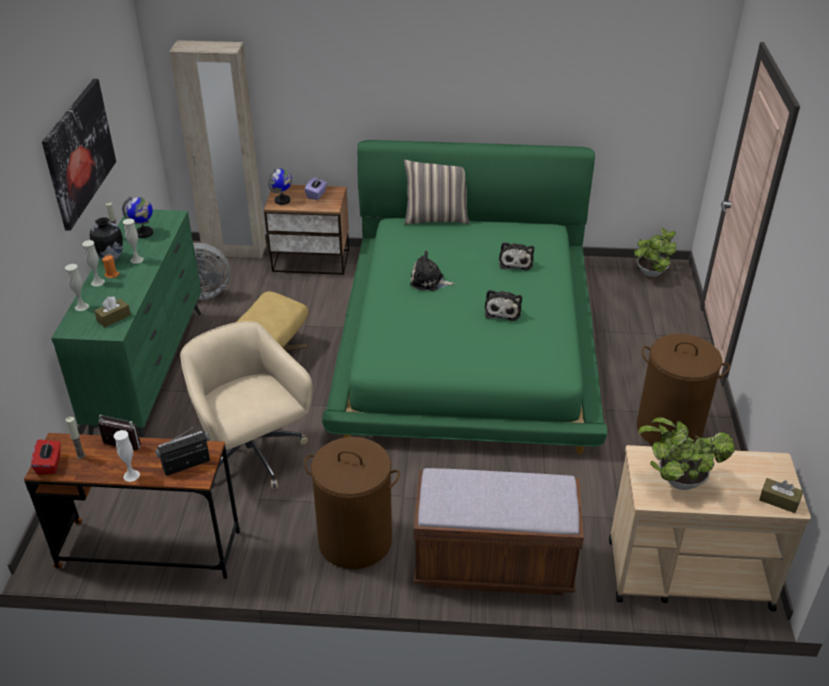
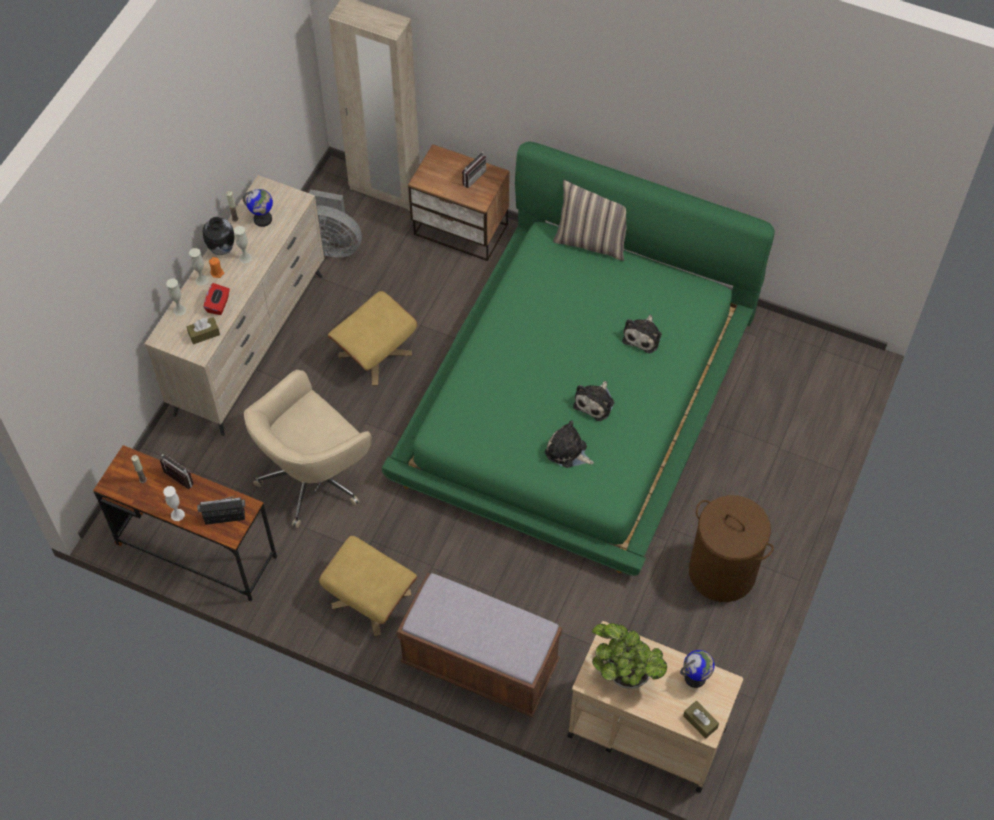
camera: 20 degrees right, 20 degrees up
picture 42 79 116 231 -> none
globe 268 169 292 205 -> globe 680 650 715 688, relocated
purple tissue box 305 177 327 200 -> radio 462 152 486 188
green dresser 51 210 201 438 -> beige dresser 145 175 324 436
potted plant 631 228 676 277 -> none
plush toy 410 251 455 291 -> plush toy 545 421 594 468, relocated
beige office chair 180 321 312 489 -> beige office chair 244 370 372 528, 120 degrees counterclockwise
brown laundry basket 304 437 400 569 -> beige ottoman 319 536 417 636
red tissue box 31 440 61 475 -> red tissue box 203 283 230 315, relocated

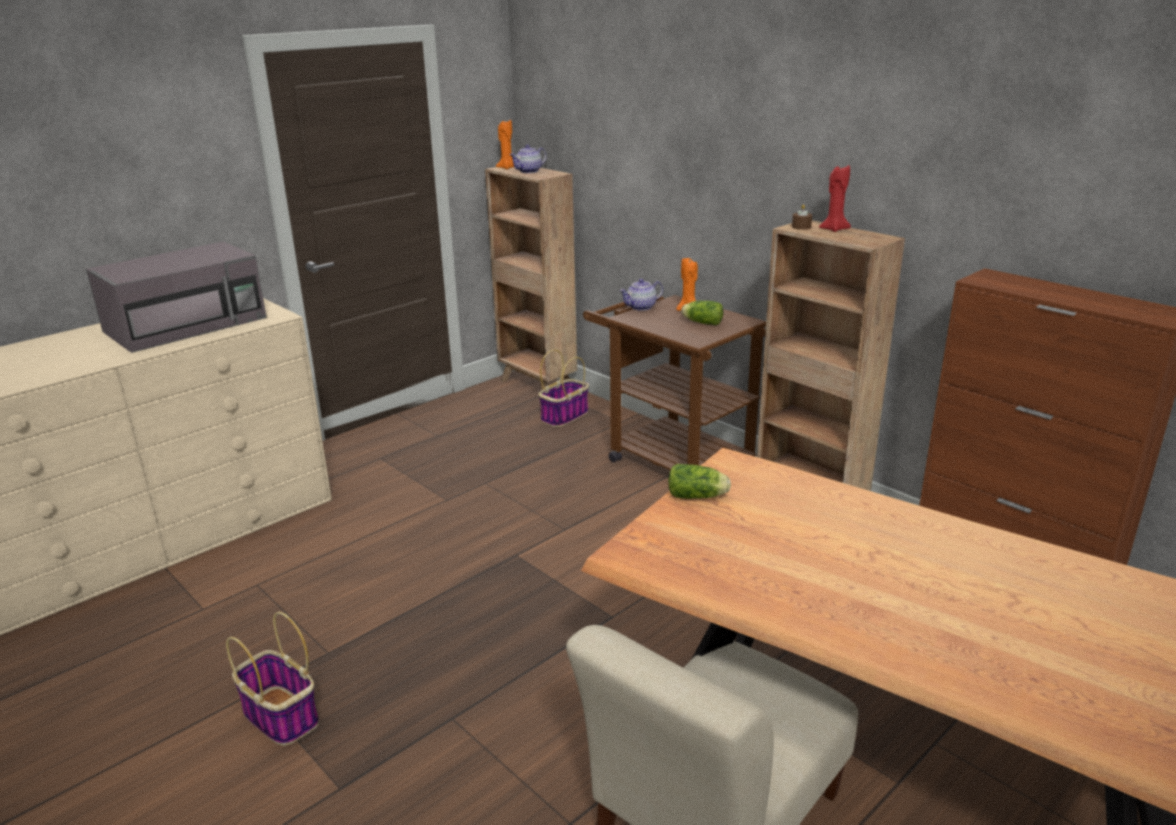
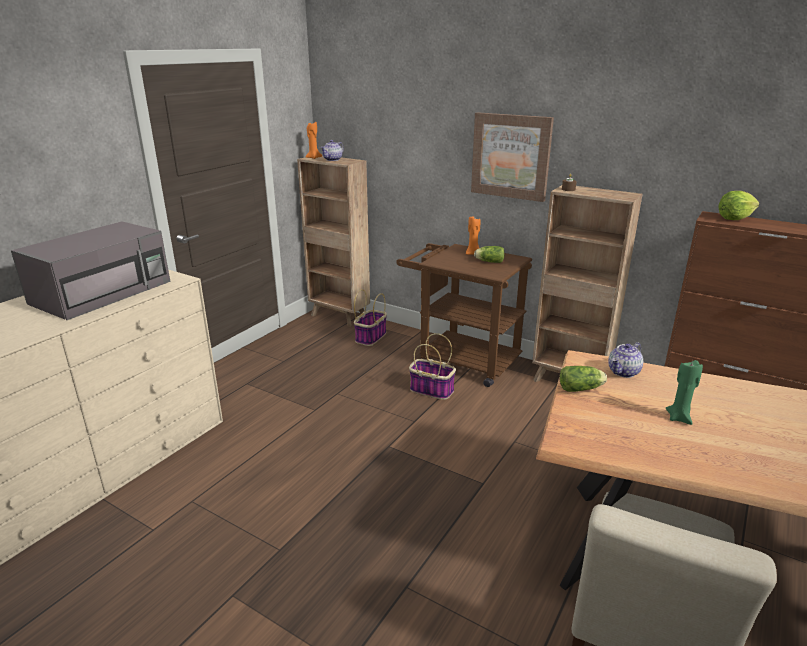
camera: 15 degrees left, 0 degrees up
red candle 819 165 851 232 -> none
teapot 619 279 663 311 -> teapot 608 342 643 378, relocated
basket 226 612 319 746 -> basket 409 333 456 400, relocated
none -> picture 471 112 554 202
none -> lettuce 718 191 759 220
none -> green candle 666 360 703 425

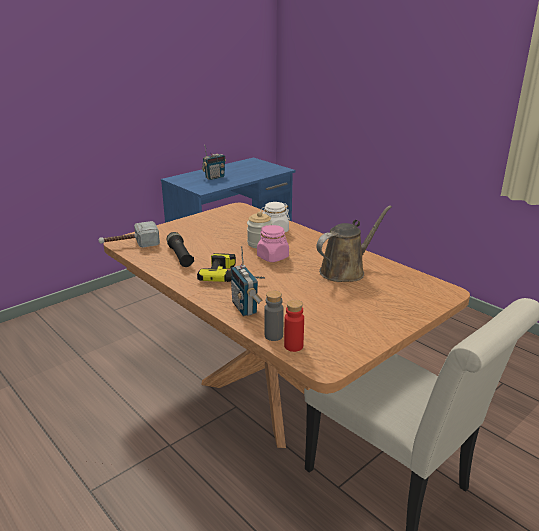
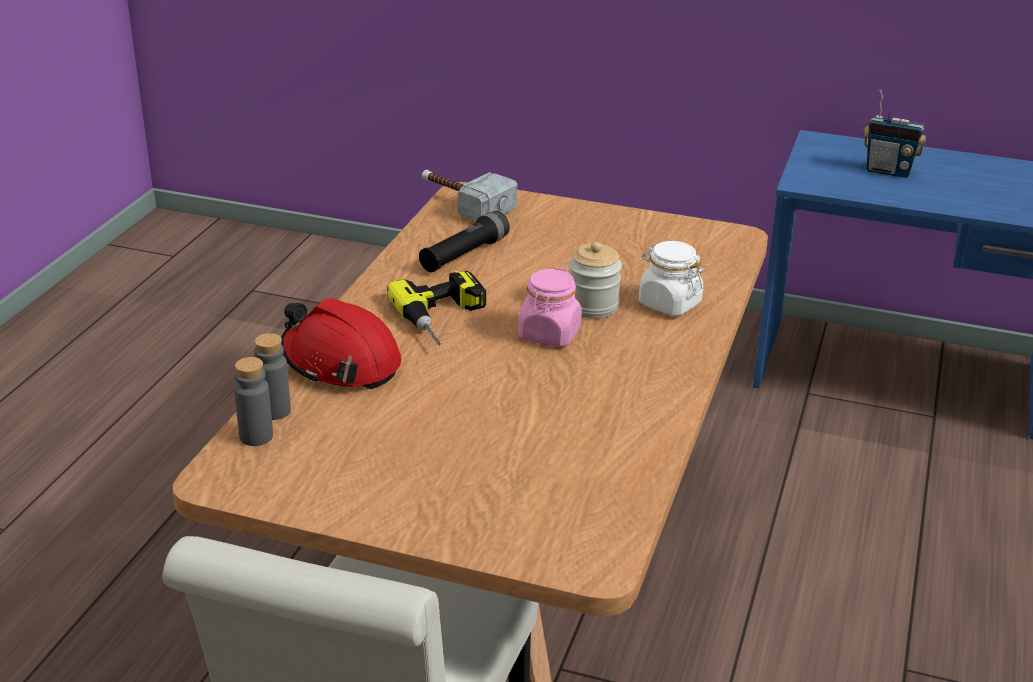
camera: 60 degrees right, 5 degrees up
brown watering can 316 205 392 282 -> none
radio 231 246 263 316 -> red hard hat 281 298 401 389
red bottle 284 300 304 352 -> grey bottle 234 357 273 446

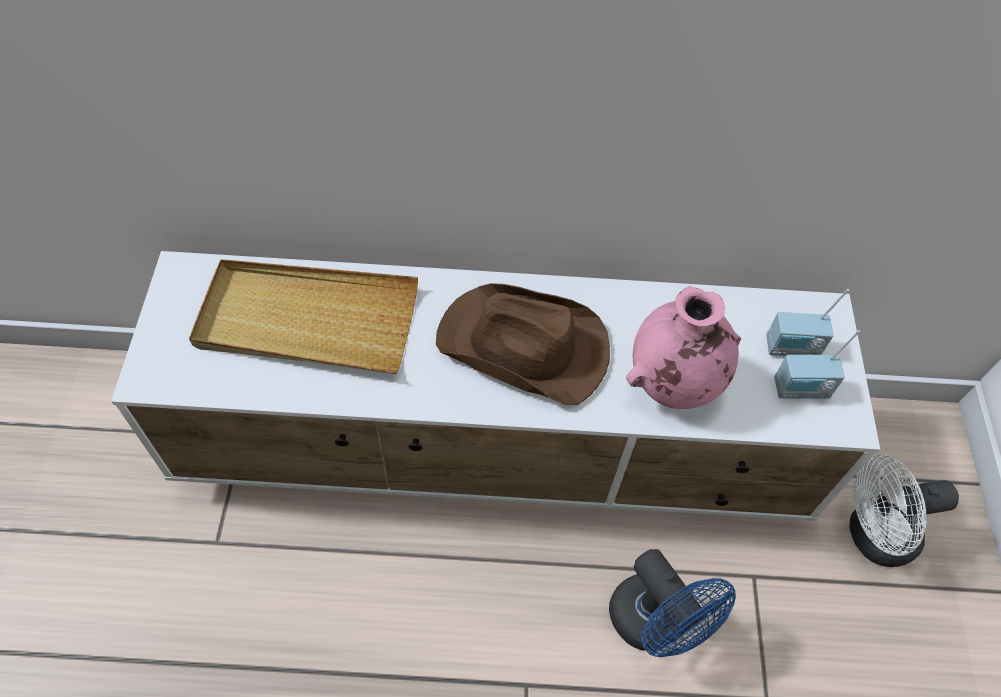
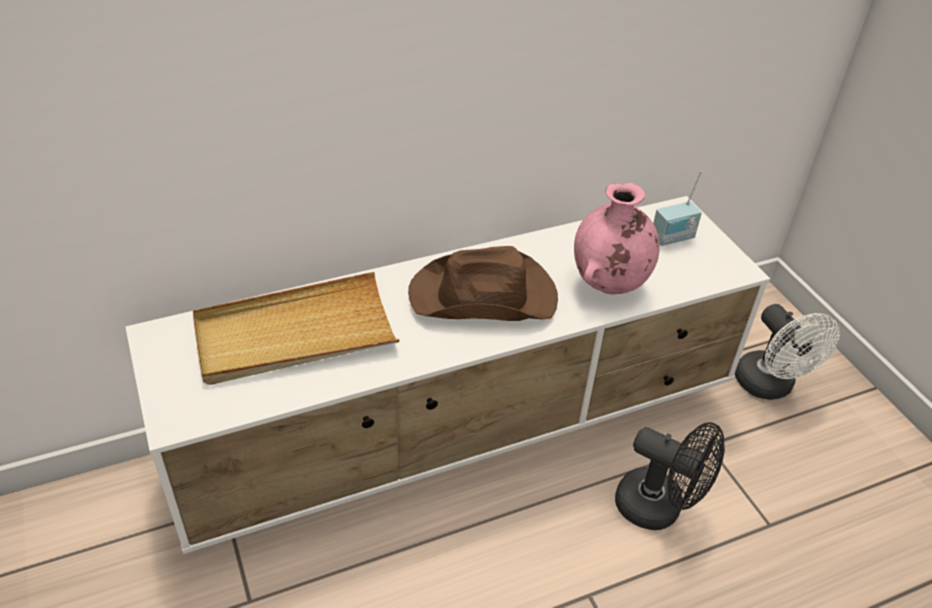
camera: 25 degrees left, 15 degrees down
radio 774 330 860 399 -> none
white fan 850 455 959 567 -> white fan 735 304 840 400, 75 degrees counterclockwise
blue fan 609 549 736 657 -> black fan 615 422 725 530

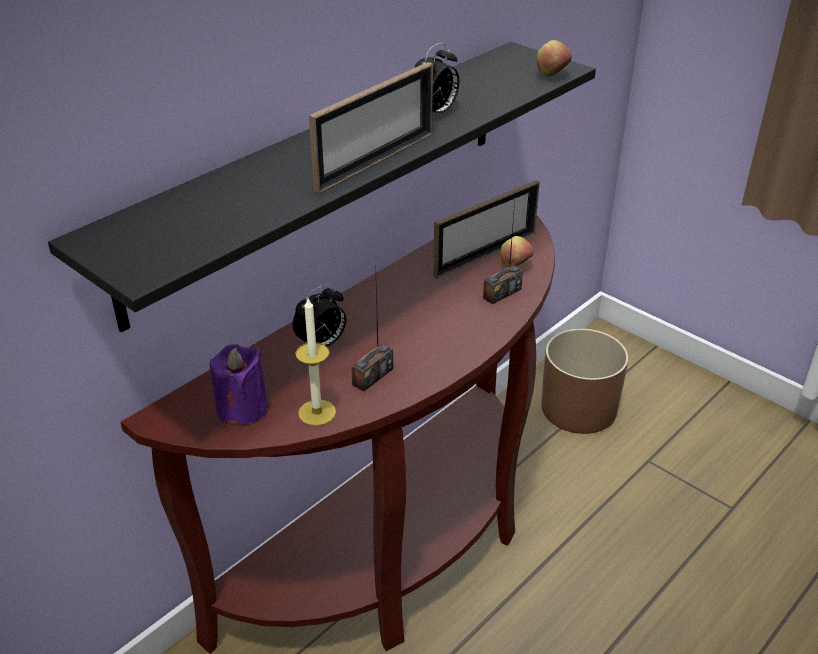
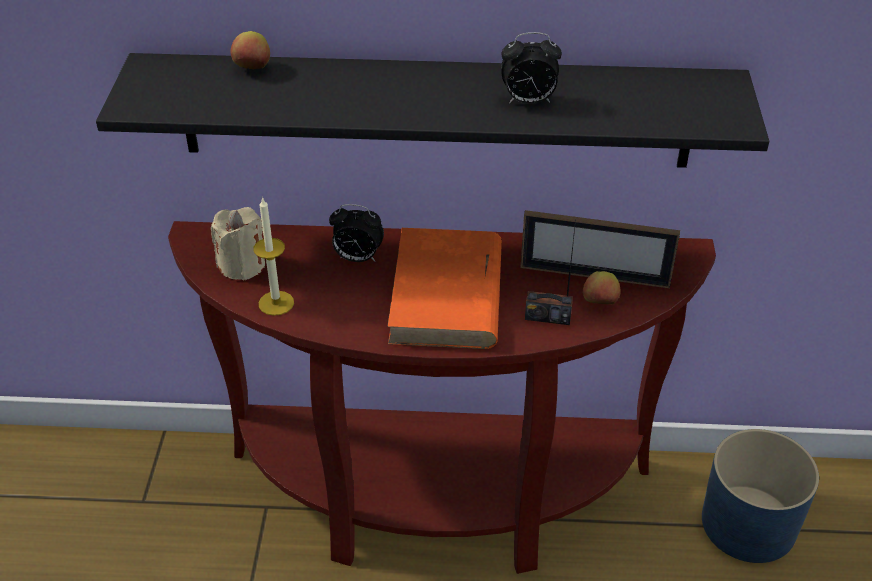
camera: 50 degrees right, 5 degrees up
apple 537 40 572 76 -> apple 231 31 270 69, relocated
picture frame 309 62 433 194 -> none
radio 351 288 393 391 -> none
brown planter 541 328 628 434 -> blue planter 702 429 819 563
purple candle 210 344 268 425 -> beige candle 211 207 265 281
none -> orange book 387 228 502 349

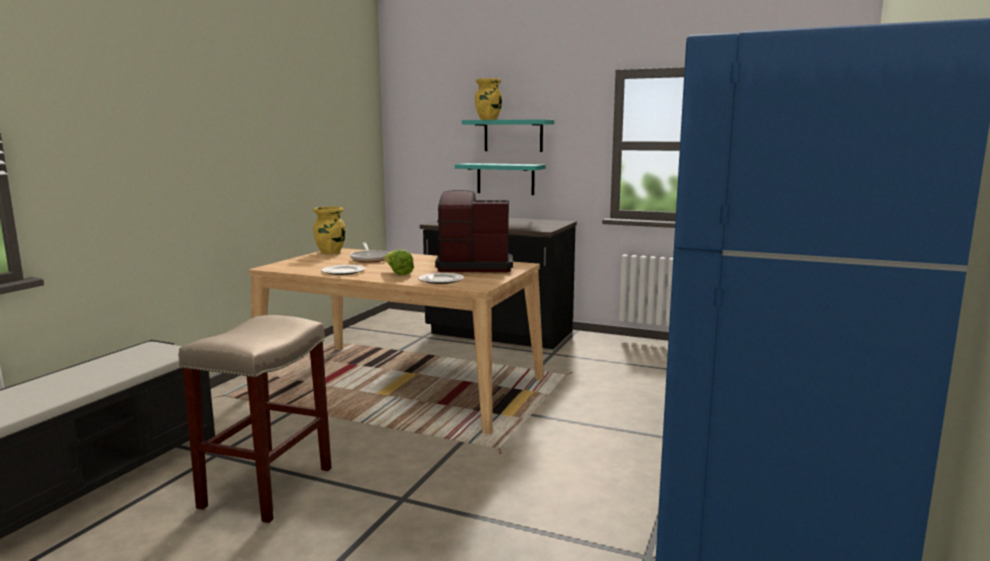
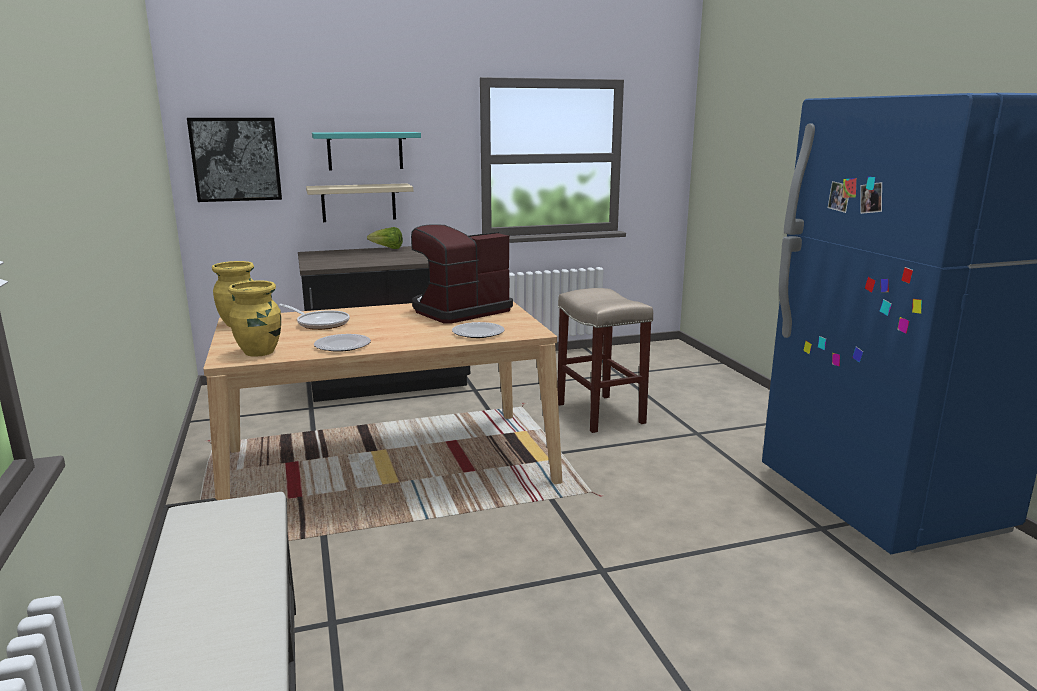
camera: 40 degrees left, 5 degrees up
yellow vase 475 78 502 120 -> yellow vase 228 280 281 357, relocated
turquoise shelf 455 163 545 195 -> beige shelf 306 183 413 222
lettuce 383 249 414 275 -> lettuce 367 227 403 249, relocated
beige stool 179 315 331 523 -> beige stool 557 288 653 433, relocated
none -> picture 187 118 282 202

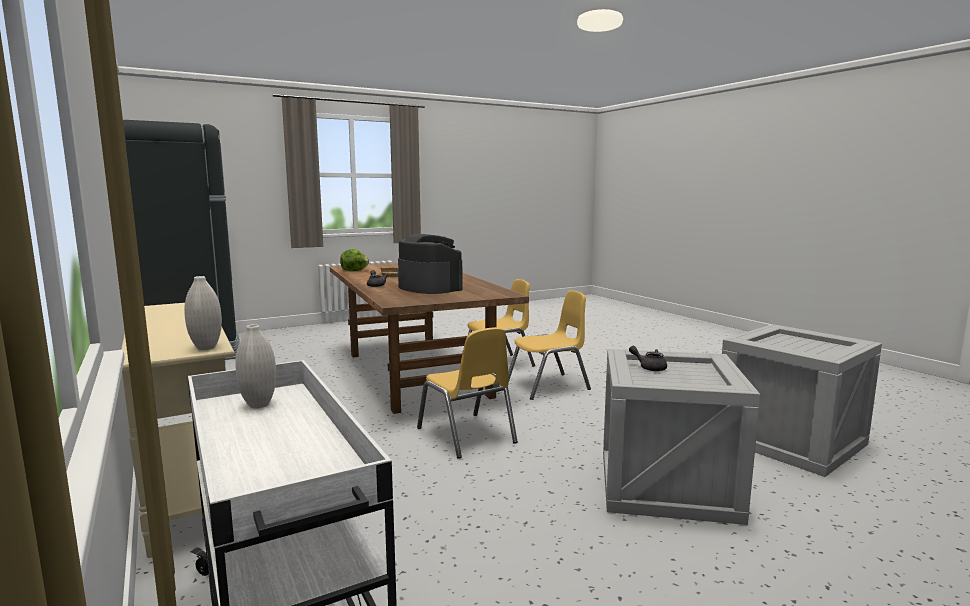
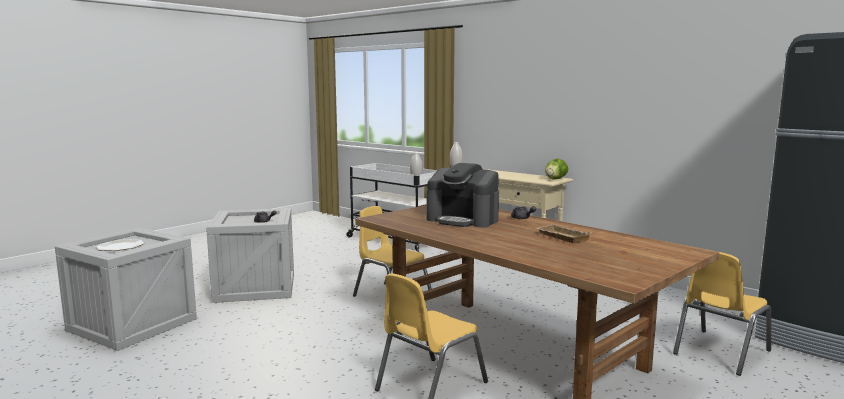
camera: 160 degrees right, 0 degrees up
lettuce 340 249 369 271 -> lettuce 545 158 568 180, relocated
yellow chair 508 290 591 400 -> yellow chair 673 252 771 376, relocated
none -> plate 97 239 144 251

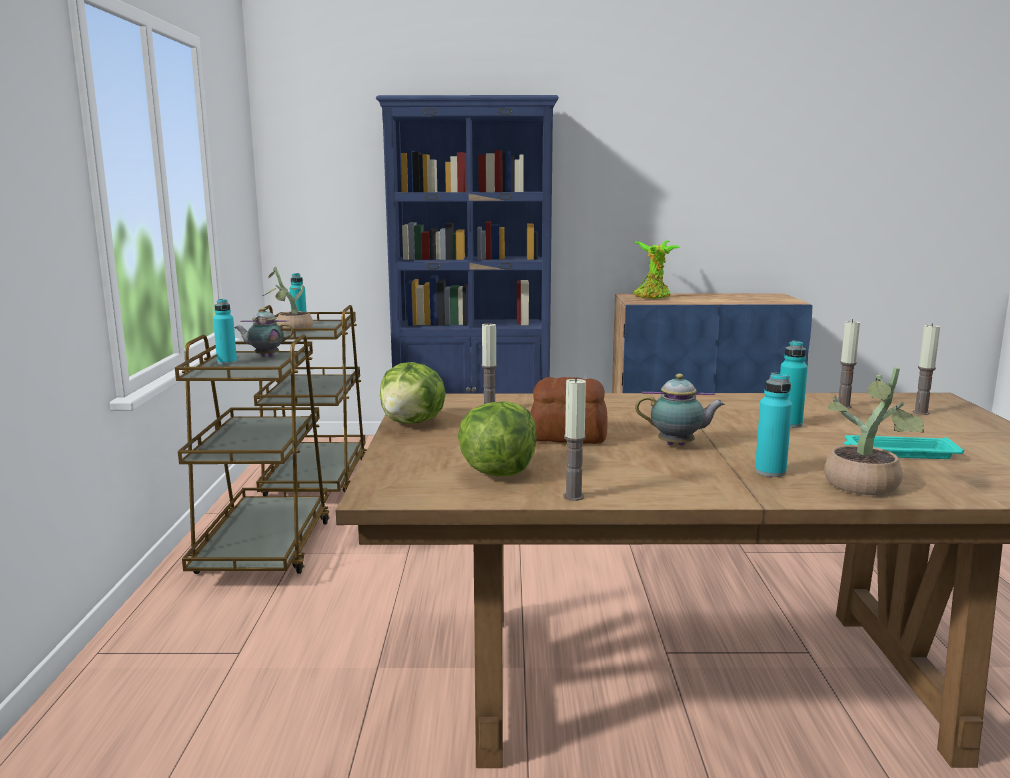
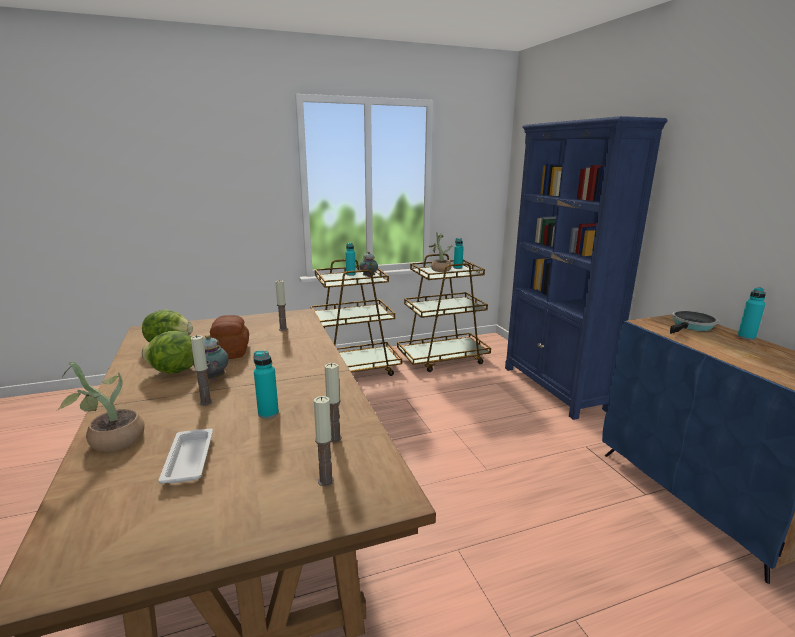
camera: 70 degrees right, 5 degrees up
potted plant 633 240 680 298 -> frying pan 670 311 719 334
lettuce 380 362 446 424 -> lettuce 141 331 193 374, relocated
turquoise bottle 755 372 792 477 -> turquoise bottle 737 287 766 340, relocated
candle 563 377 586 501 -> candle 190 335 213 406, relocated
turquoise tray 844 435 964 459 -> white tray 158 429 213 484

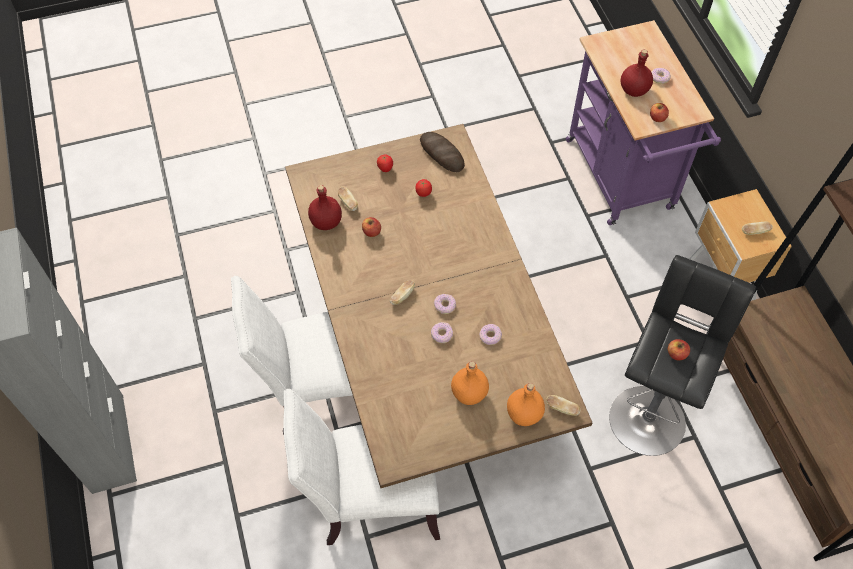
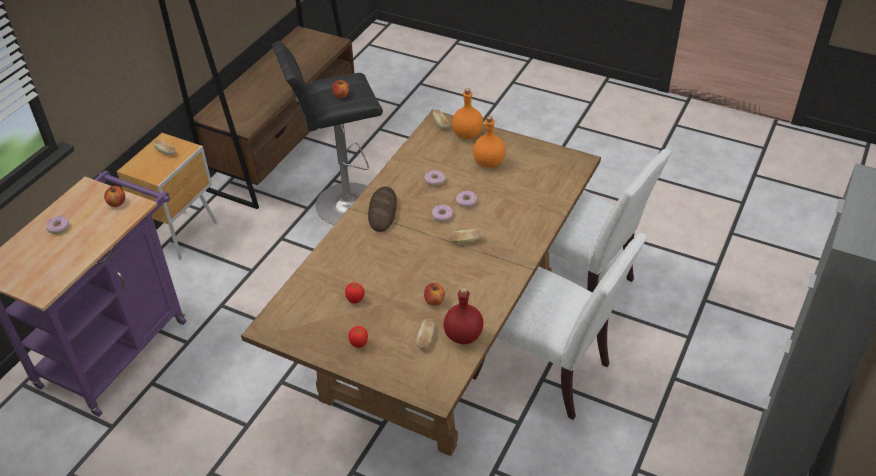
camera: 135 degrees left, 15 degrees down
red bottle 621 49 653 97 -> none
bread 420 132 465 172 -> bread 368 187 397 232, relocated

